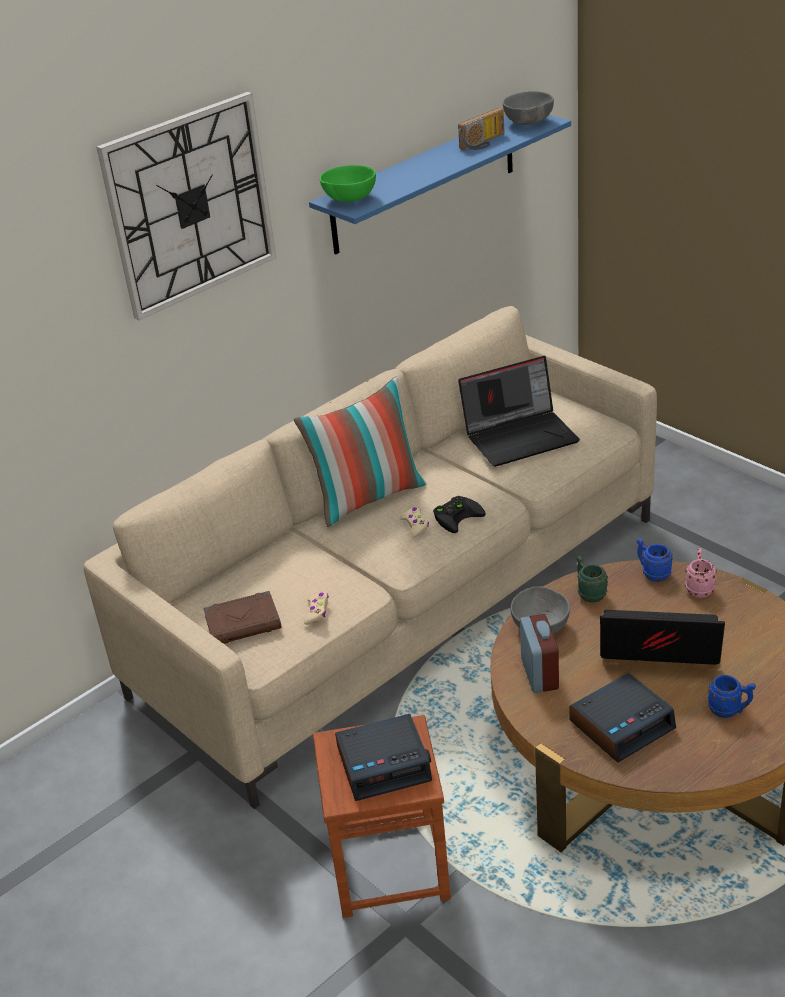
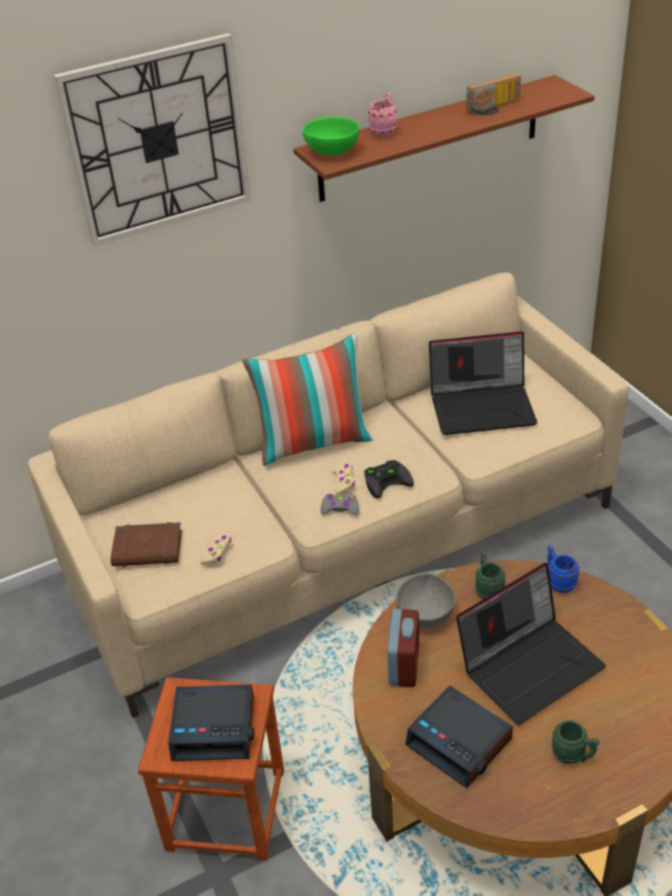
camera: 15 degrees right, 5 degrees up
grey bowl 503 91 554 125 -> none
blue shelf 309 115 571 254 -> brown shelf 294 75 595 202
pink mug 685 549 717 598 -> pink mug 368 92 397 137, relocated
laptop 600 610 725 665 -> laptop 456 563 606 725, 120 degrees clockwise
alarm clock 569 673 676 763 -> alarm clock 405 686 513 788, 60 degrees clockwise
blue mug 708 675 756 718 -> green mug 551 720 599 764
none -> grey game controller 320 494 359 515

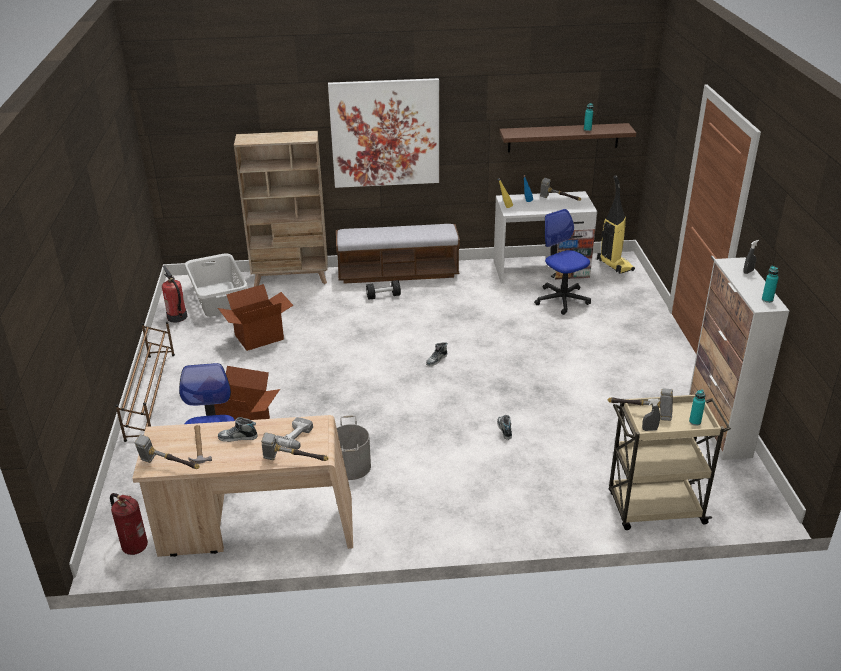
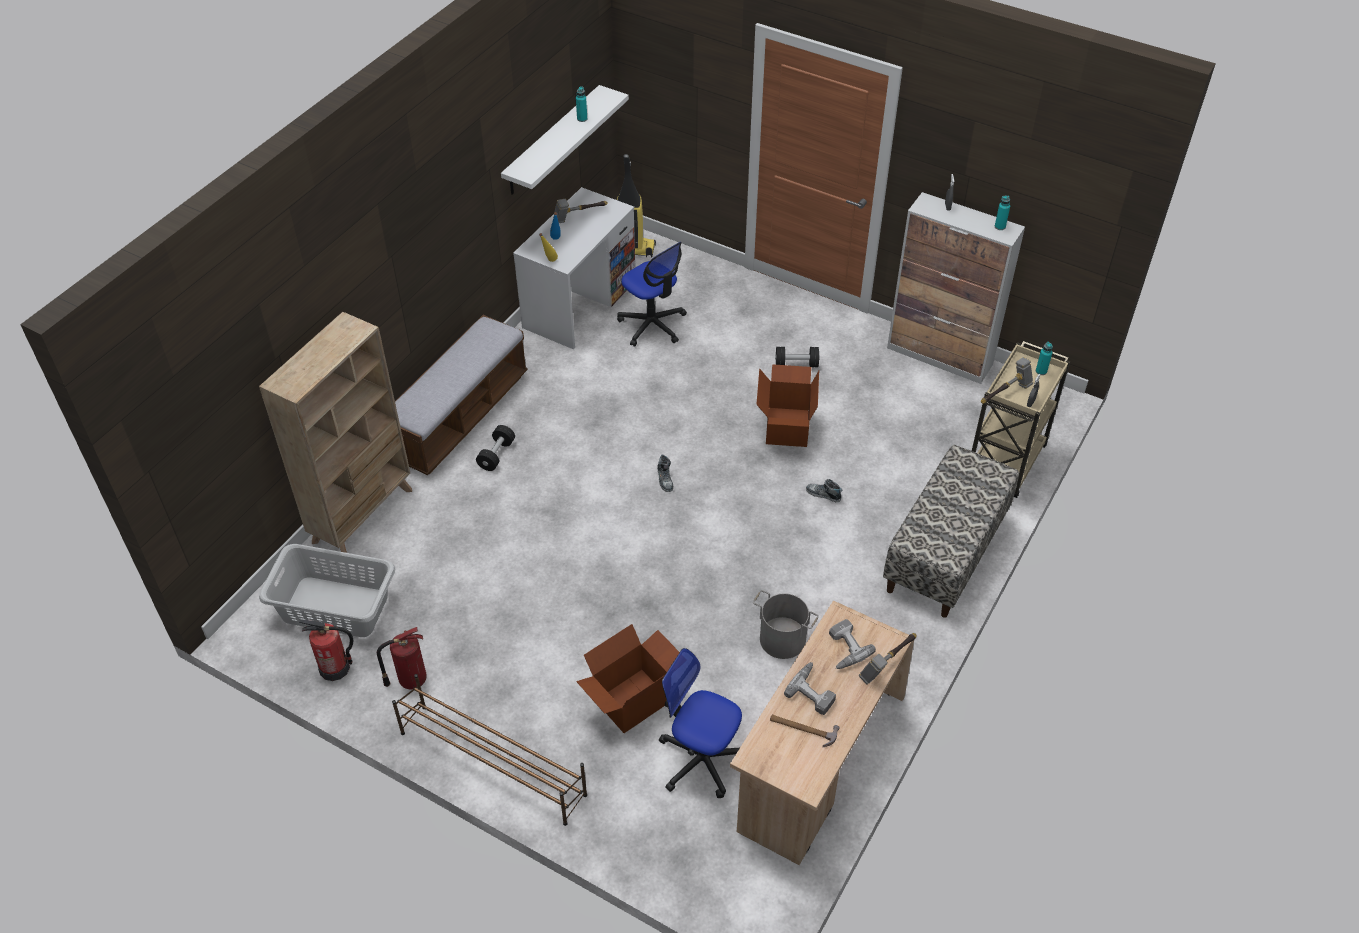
camera: 55 degrees left, 15 degrees up
picture 328 78 439 188 -> none
brown shelf 499 123 636 152 -> white shelf 501 85 629 195
office chair 534 209 591 315 -> office chair 617 242 687 347, 135 degrees counterclockwise
cardboard box 218 284 293 351 -> cardboard box 756 364 819 447, relocated
shoe 218 417 257 442 -> power drill 784 662 836 715
hammer 134 434 200 469 -> none
fire extinguisher 110 493 148 555 -> fire extinguisher 377 627 427 689, relocated
none -> black dumbbell 775 347 820 367
none -> bench 883 445 1019 618

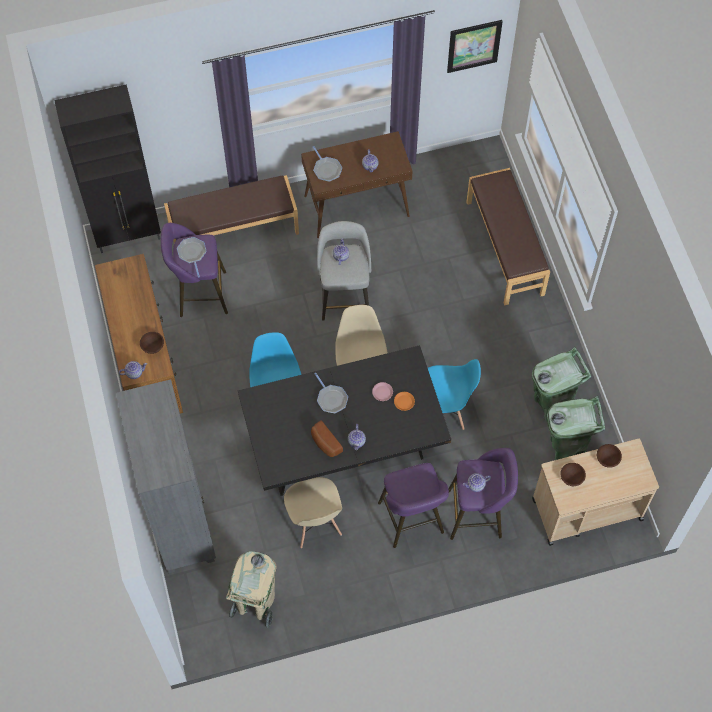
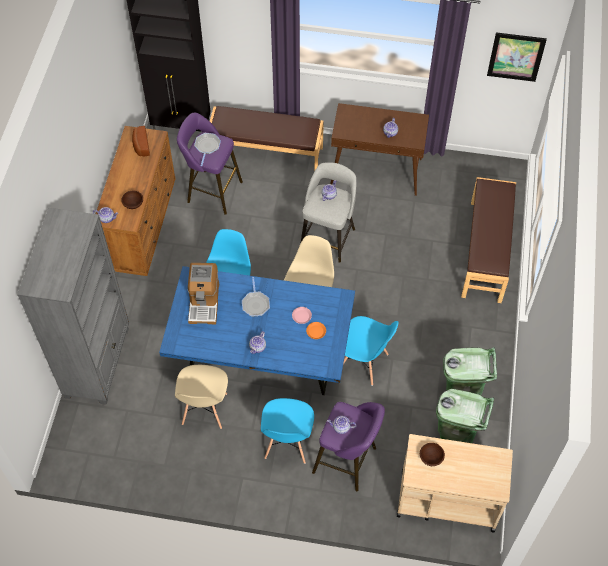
camera: 25 degrees right, 5 degrees down
frying pan 313 146 342 182 -> none
black dining table 238 345 451 496 -> blue dining table 159 266 355 395
bread 311 420 343 457 -> bread 132 126 150 156, relocated
brown bowl 597 444 622 468 -> none
purple stool 378 463 449 548 -> blue chair 261 398 314 464
beige trash can 226 551 277 628 -> none
none -> coffee machine 188 263 219 324

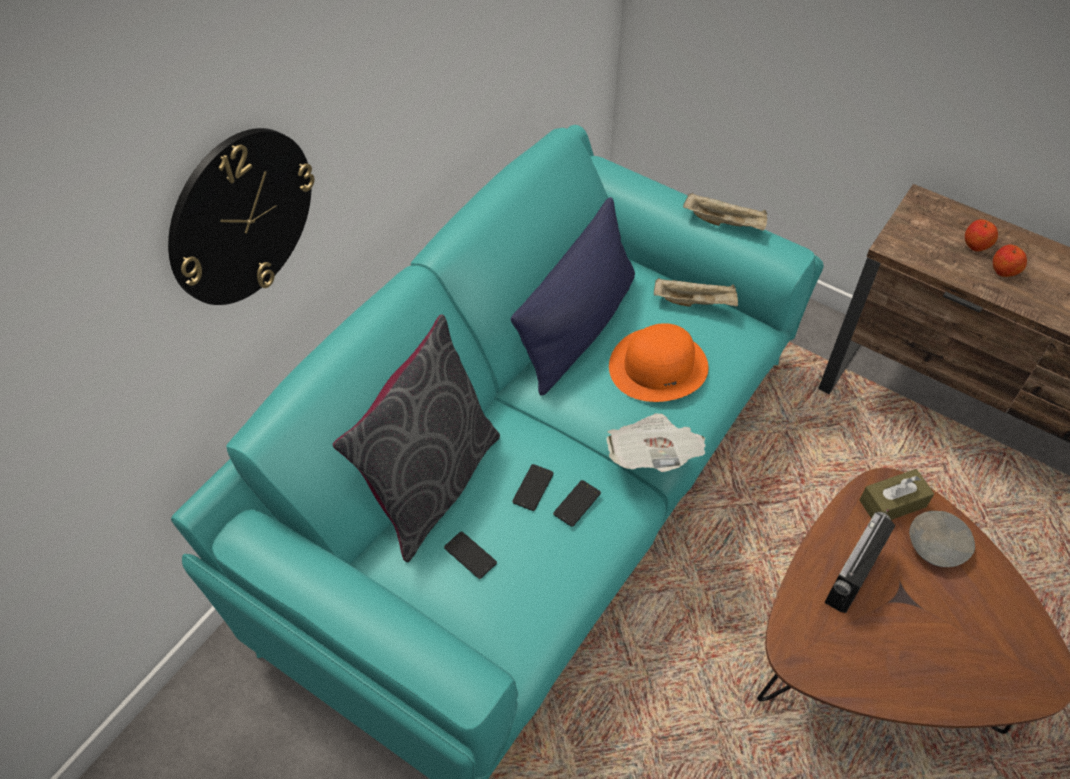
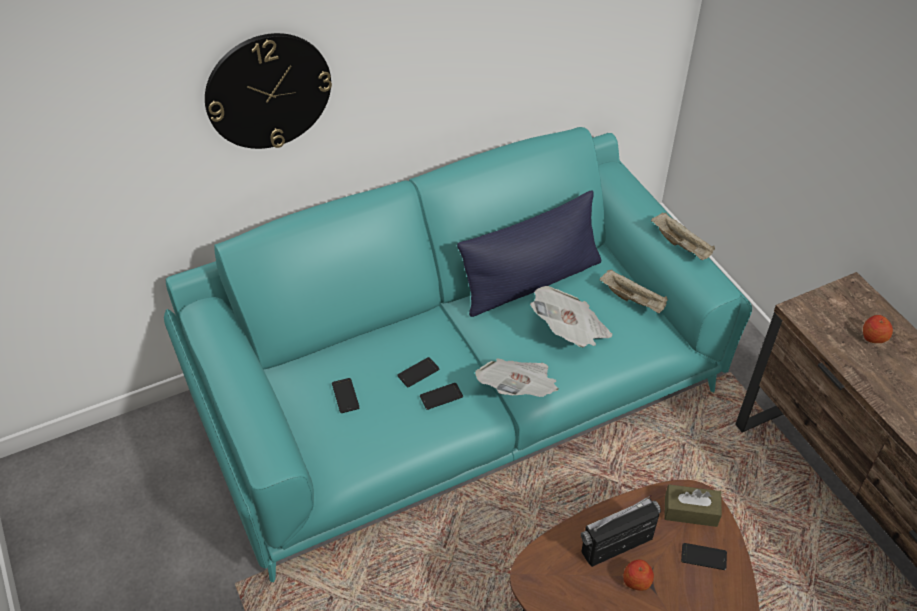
camera: 30 degrees right, 5 degrees down
apple 993 245 1027 277 -> apple 623 559 654 591, relocated
grey pillow 333 314 500 562 -> none
orange hat 609 323 708 402 -> newspaper 530 286 612 347
grey bowl 909 511 975 567 -> phone 681 543 727 570

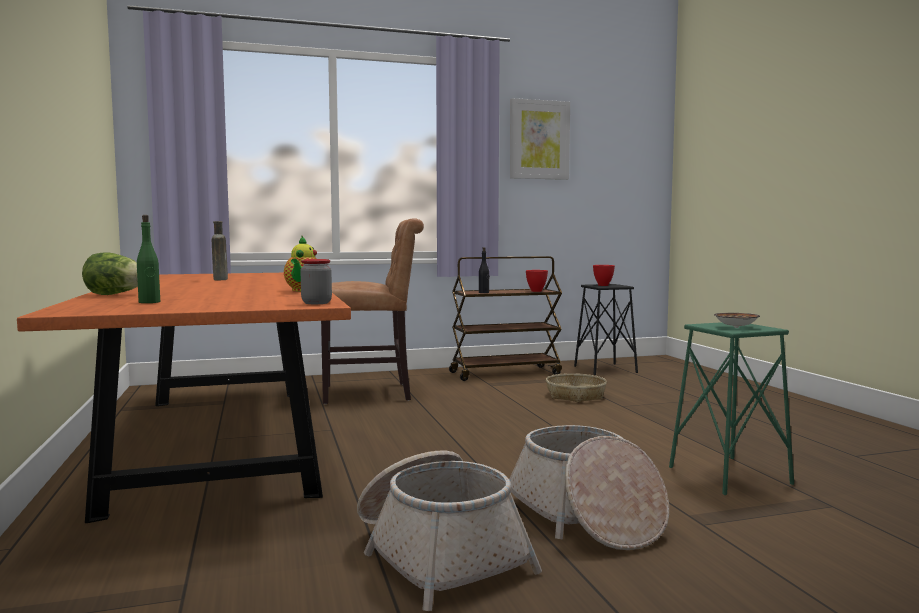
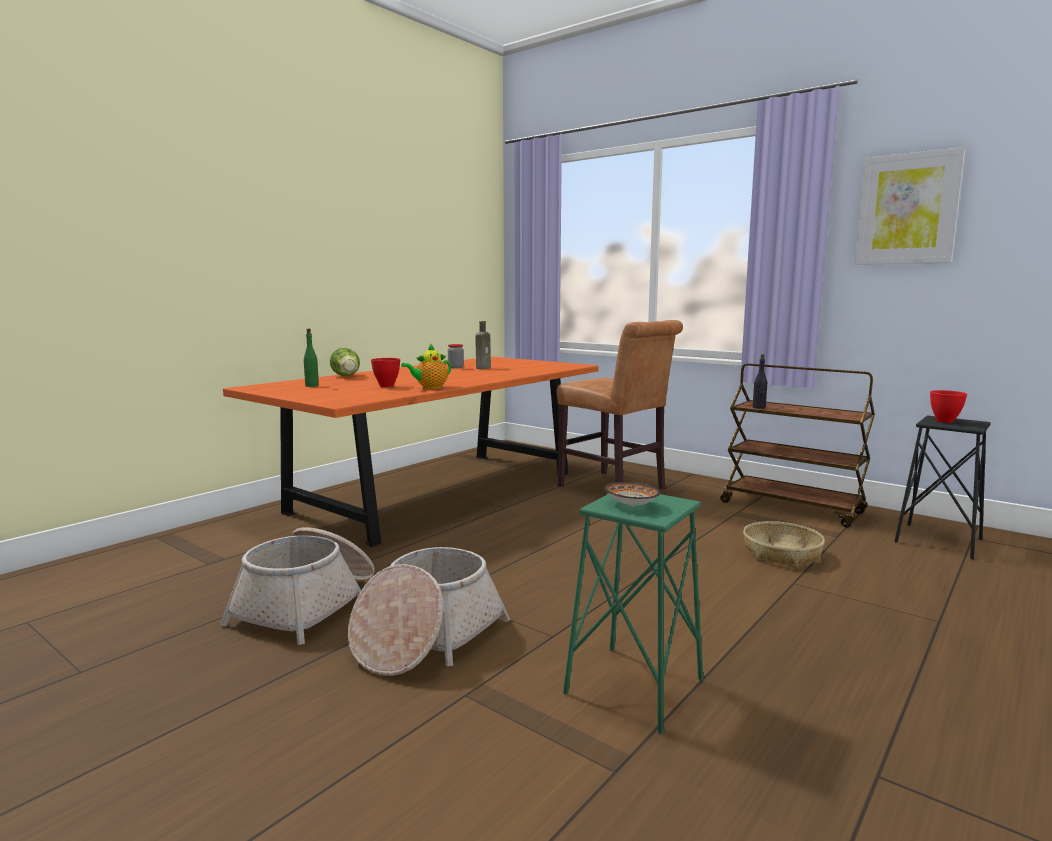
camera: 55 degrees right, 5 degrees up
jar 300 259 332 304 -> jar 448 344 464 368, relocated
red bowl 526 270 548 292 -> red bowl 371 358 400 387, relocated

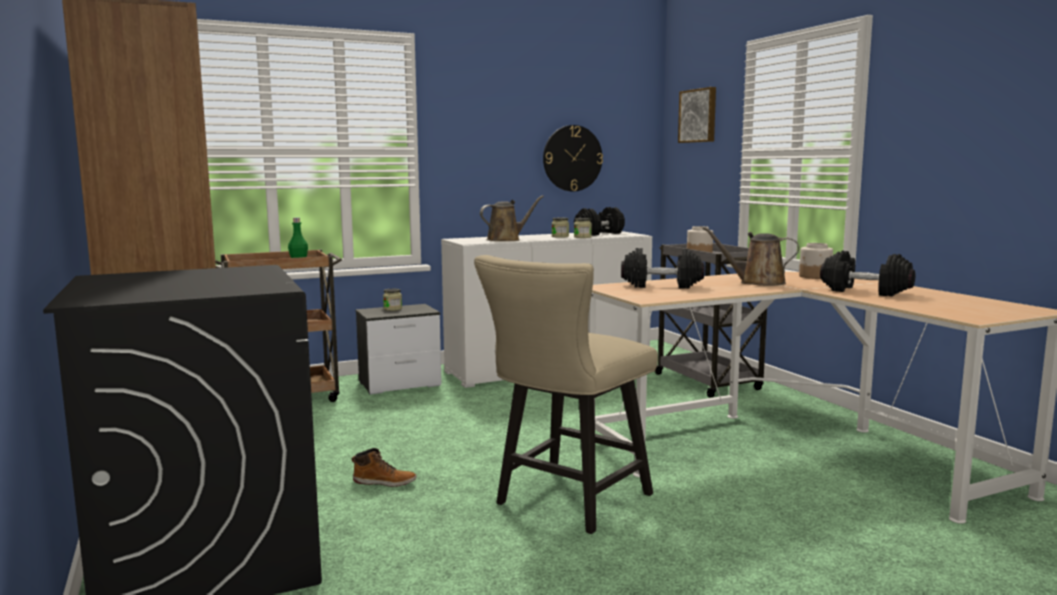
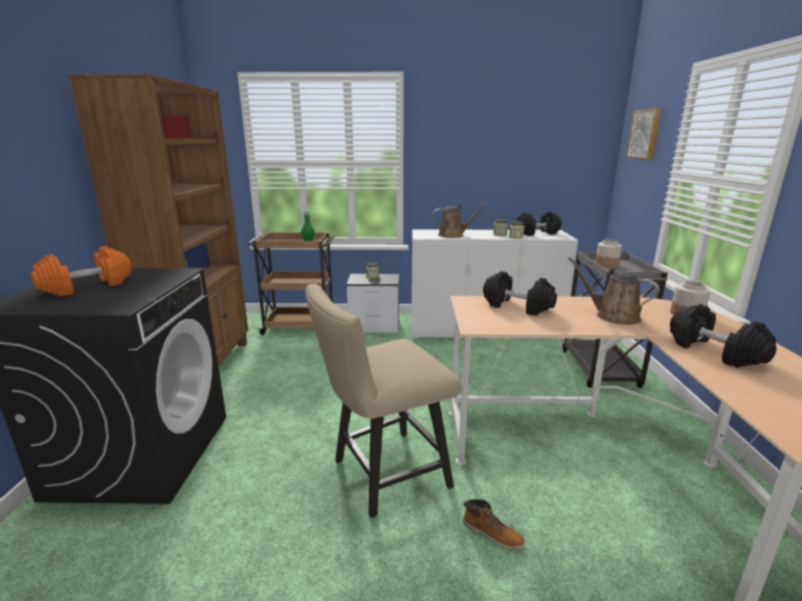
camera: 25 degrees right, 10 degrees up
wall clock 543 125 603 191 -> none
boot 352 448 417 487 -> boot 463 499 525 550, relocated
none -> orange dumbbell 31 246 132 297

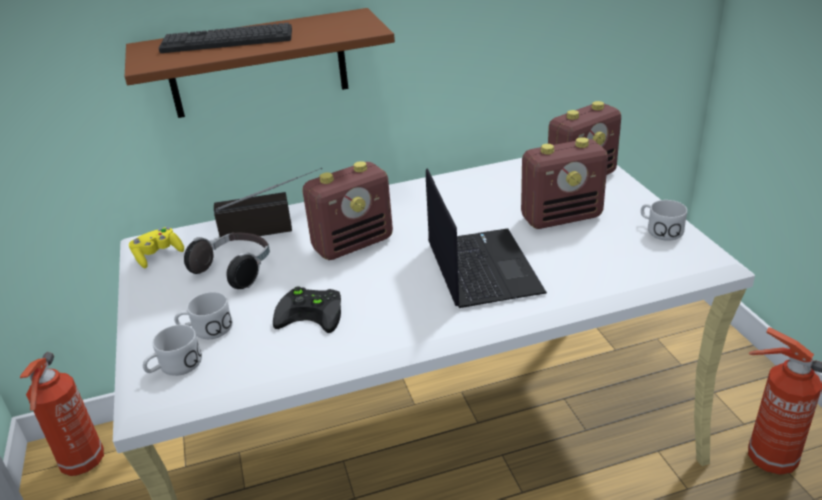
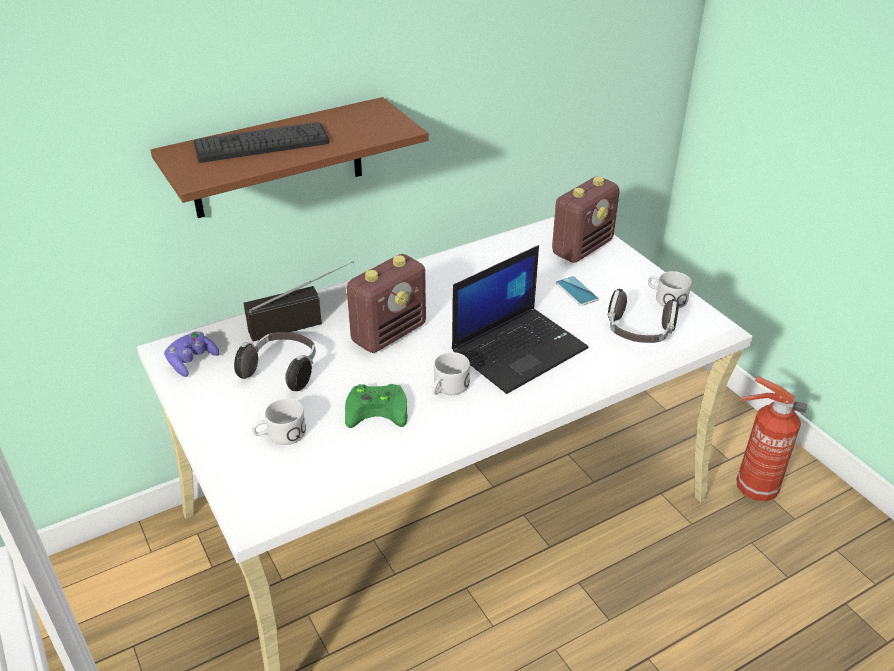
camera: 15 degrees left, 5 degrees up
radio 521 137 608 229 -> phone 556 276 599 306
laptop 426 168 547 308 -> laptop 452 245 589 394, 75 degrees clockwise
yellow game controller 129 227 184 268 -> purple game controller 164 331 219 377
black game controller 273 286 341 333 -> green game controller 345 384 407 428
white mug 143 325 202 376 -> white mug 432 352 470 395, relocated
fire extinguisher 20 352 104 476 -> none
none -> headphones 608 289 679 343

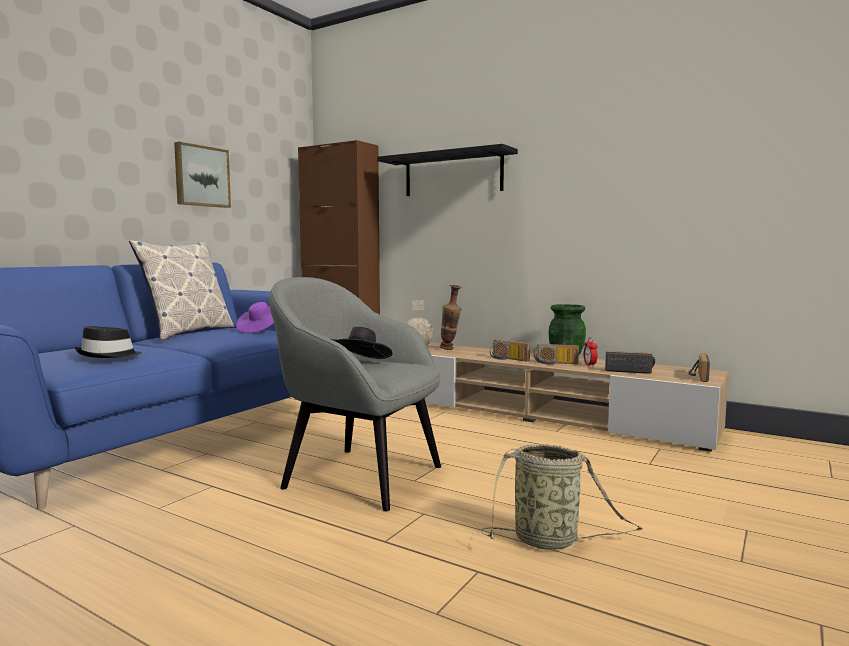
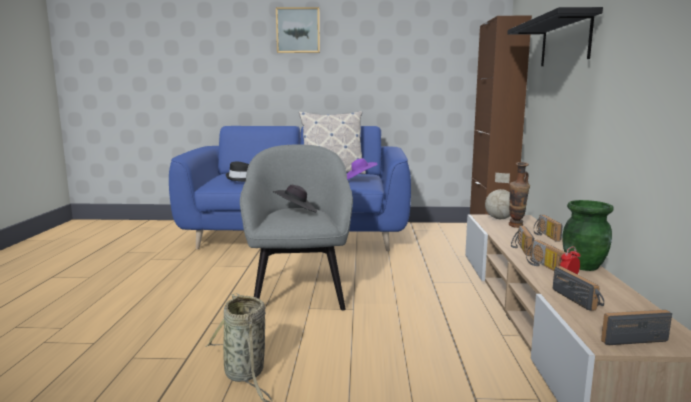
camera: 60 degrees right, 5 degrees up
picture 174 142 231 208 -> picture 276 7 320 53, relocated
none -> radio 534 215 563 241

